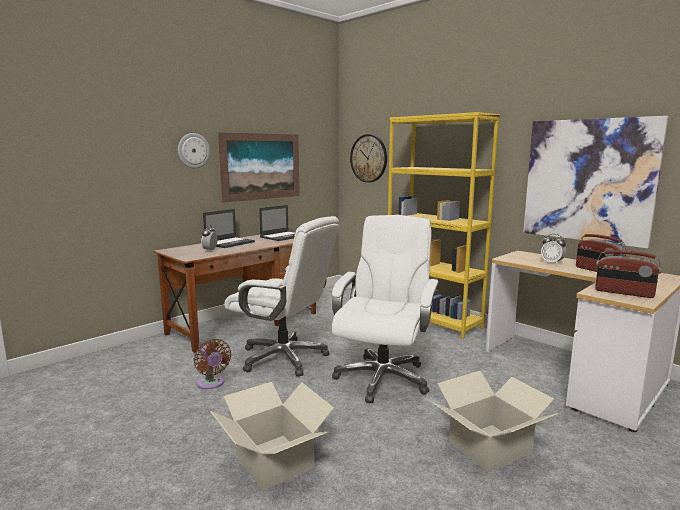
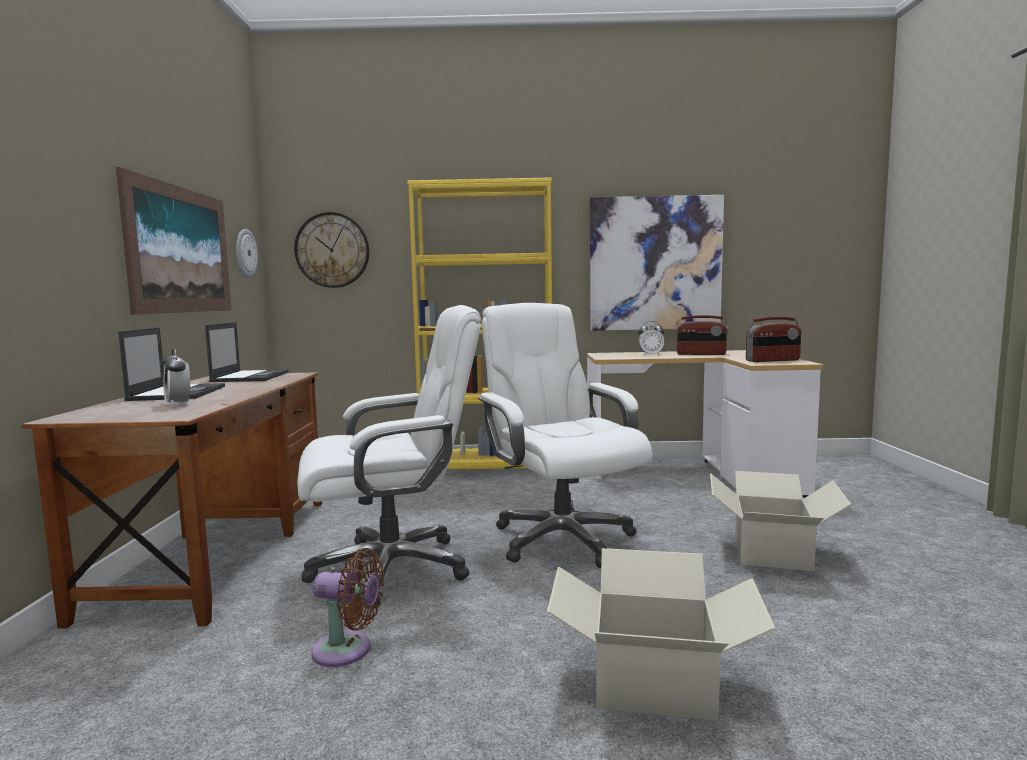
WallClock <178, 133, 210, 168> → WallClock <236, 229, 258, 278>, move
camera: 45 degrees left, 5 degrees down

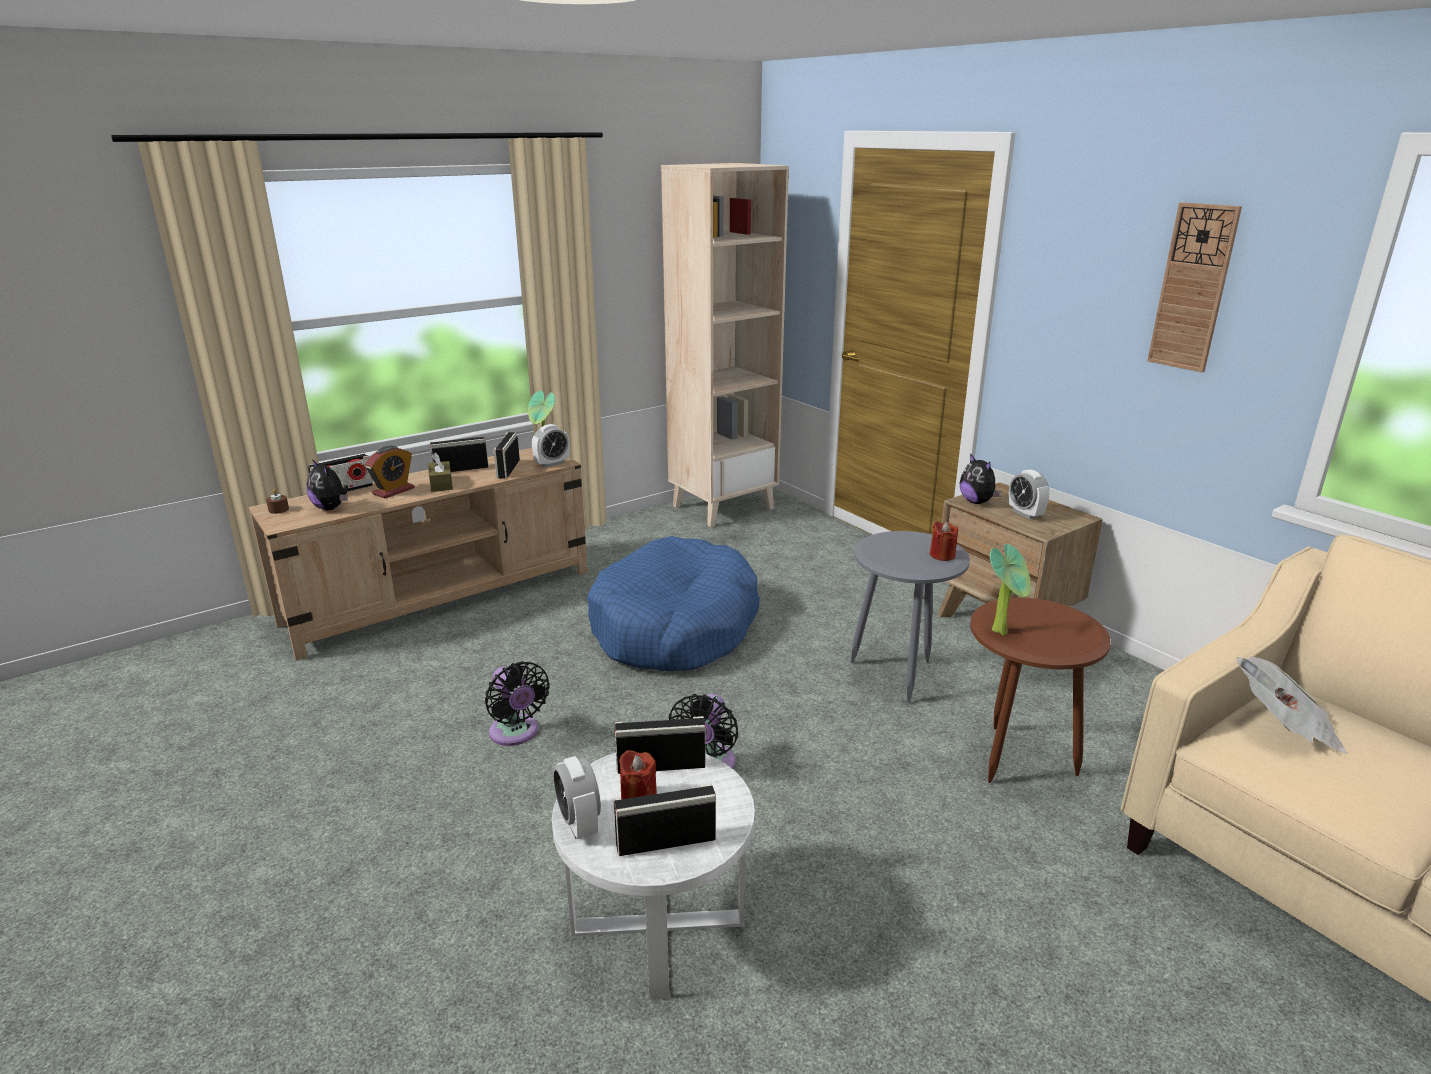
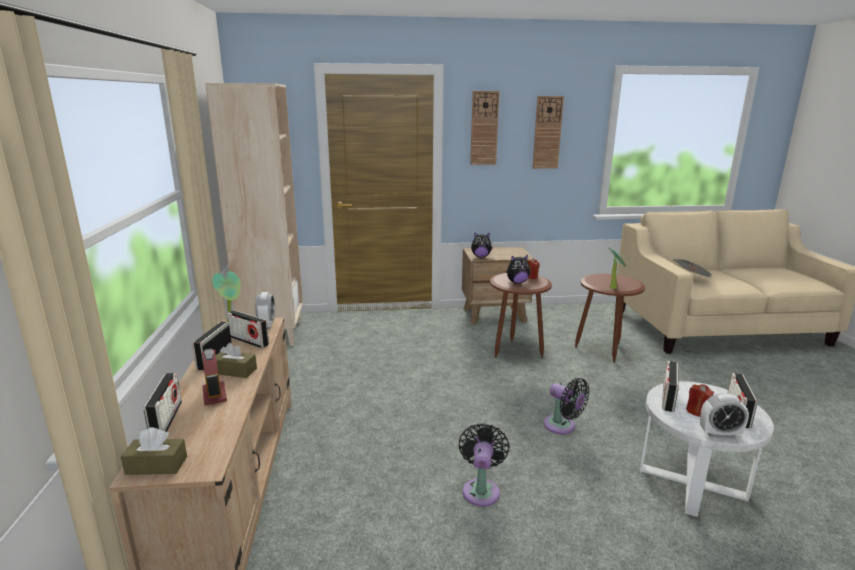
BrownCandle <266, 489, 289, 514> → BrownTissueBox <121, 427, 187, 475>
PlushToy <307, 459, 348, 510> → PlushToy <506, 255, 530, 284>, move
BlackFan <485, 661, 550, 746> → BlackFan <459, 423, 510, 507>, 75 degrees counterclockwise
BlueDogBed <587, 536, 760, 671> → -
GreySideTable <851, 531, 970, 703> → BrownSideTable <490, 273, 552, 358>
AlarmClock <1008, 469, 1049, 519> → -
- → WallClock <470, 91, 500, 165>
camera: 60 degrees left, 5 degrees down

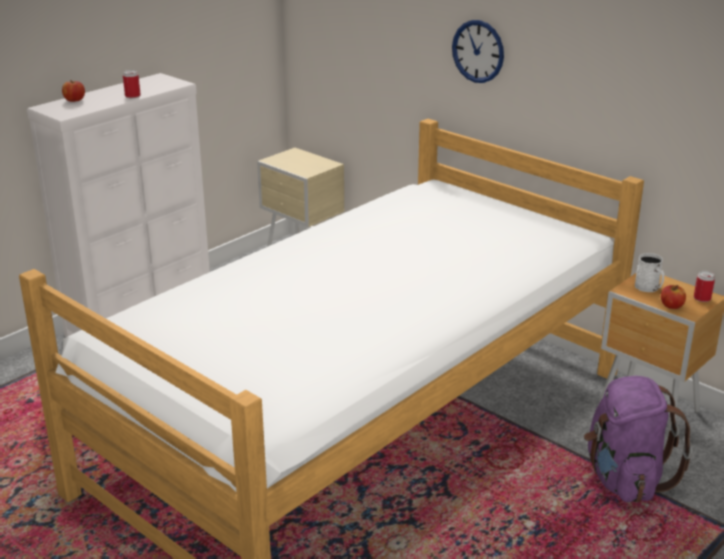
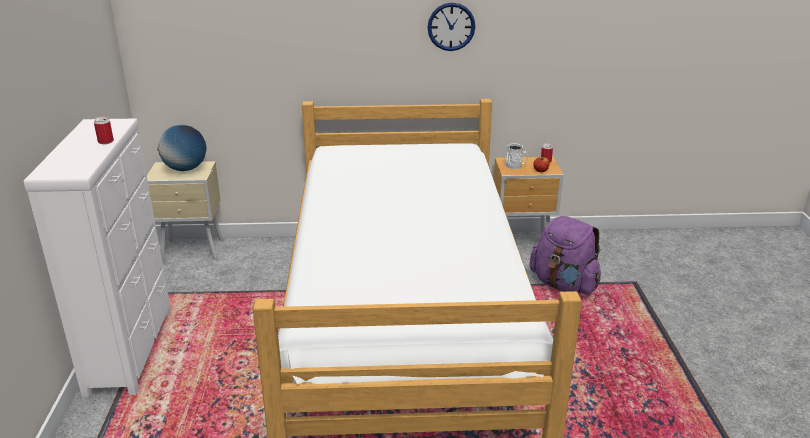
Apple <62, 80, 85, 102> → -
WallClock <452, 20, 504, 83> → WallClock <427, 3, 475, 51>, move
- → Globe <157, 125, 206, 171>
camera: 45 degrees left, 0 degrees up

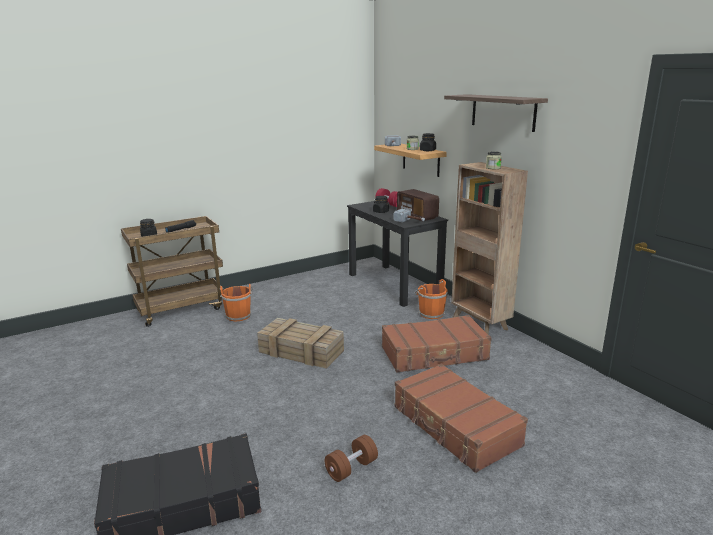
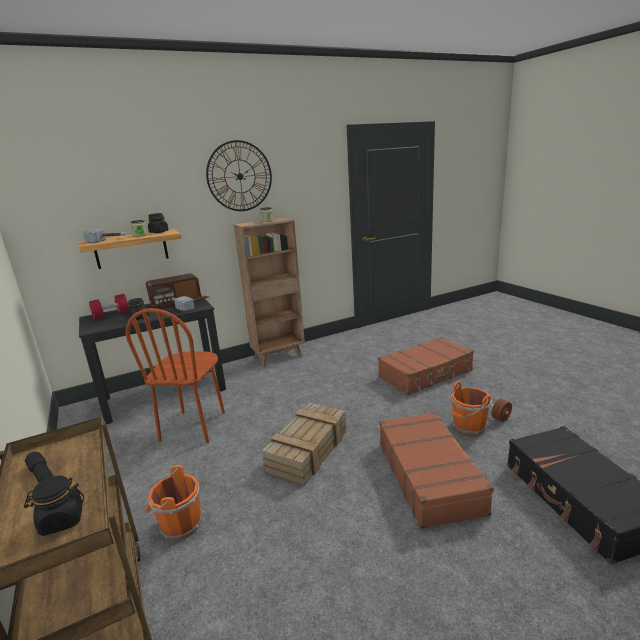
BrownSuitcase <382, 315, 492, 373> → BrownSuitcase <379, 412, 494, 529>, move
OrangeBucket <415, 279, 448, 319> → OrangeBucket <448, 381, 492, 435>, move
Shelf <444, 94, 548, 132> → WallClock <206, 140, 272, 211>
- → BrownChair <126, 308, 225, 443>
camera: 85 degrees left, 0 degrees up

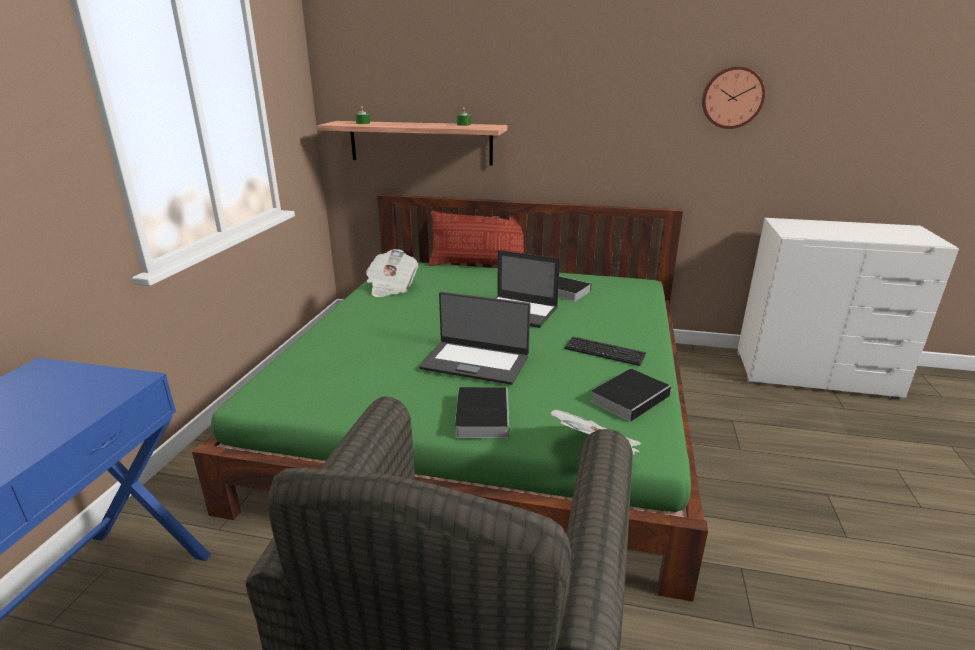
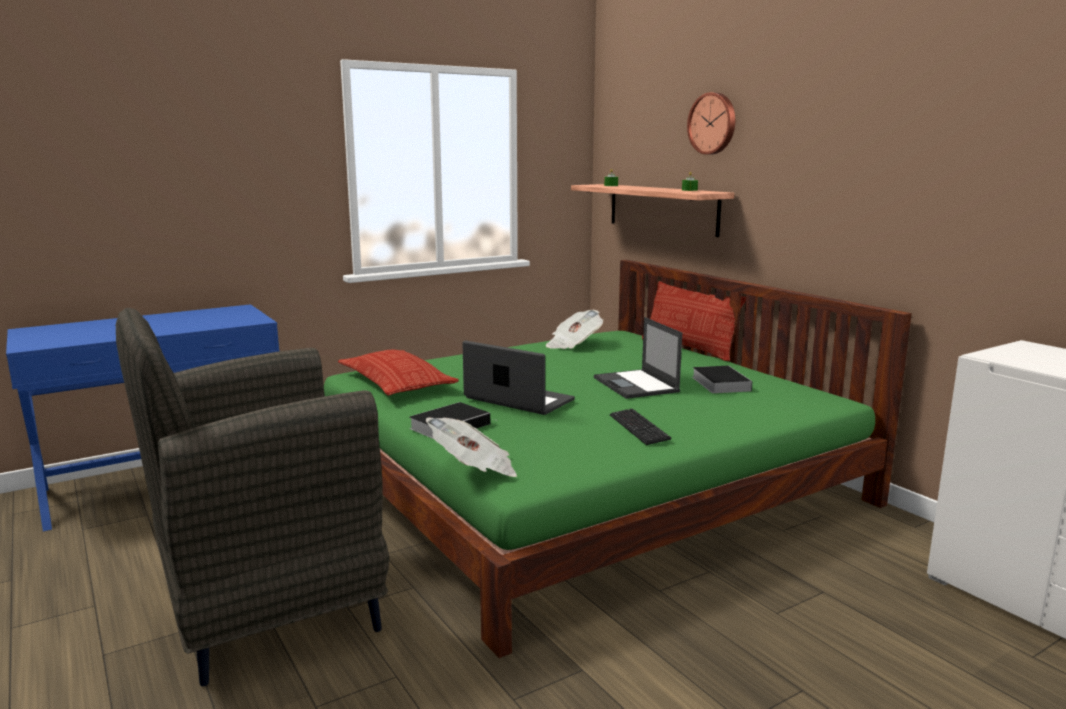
Laptop <419, 292, 531, 385> → Laptop <463, 340, 575, 415>, 150 degrees clockwise
Book <590, 369, 673, 422> → -
WallClock <702, 66, 765, 129> → WallClock <687, 92, 735, 155>, move
- → Pillow <338, 350, 459, 396>
camera: 45 degrees right, 10 degrees down

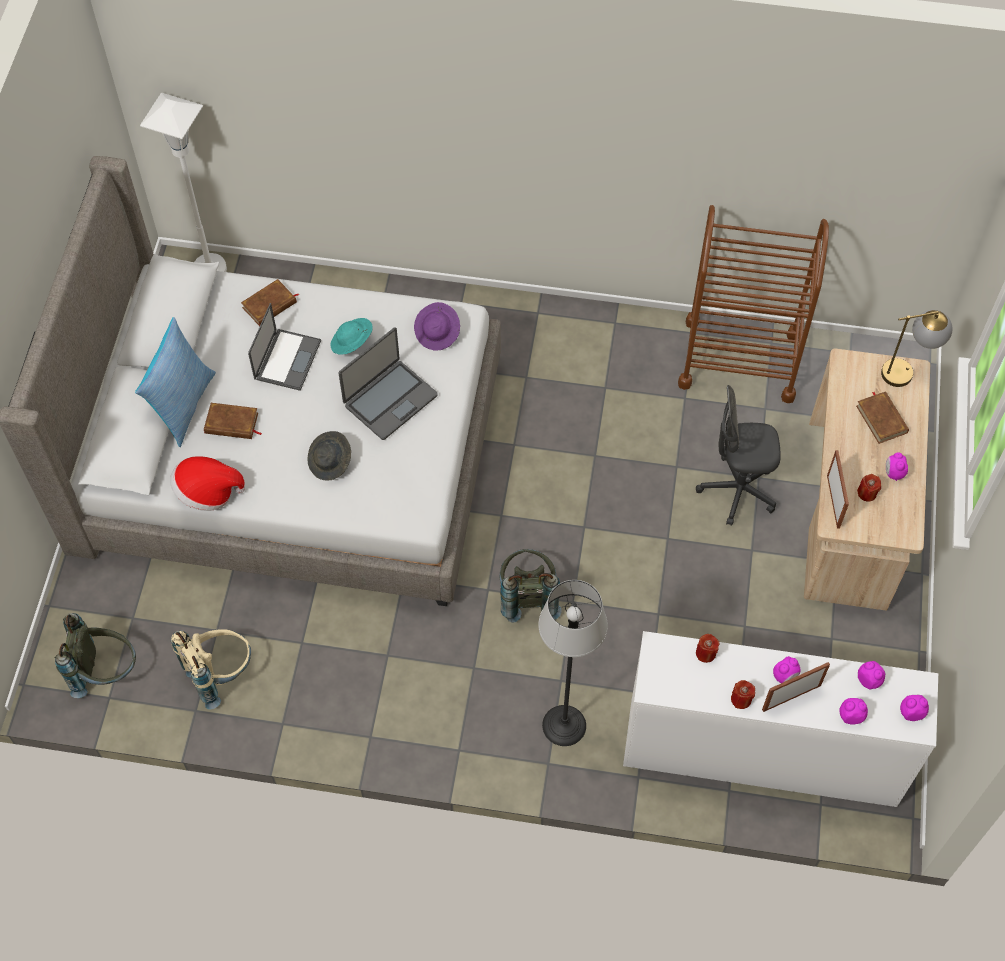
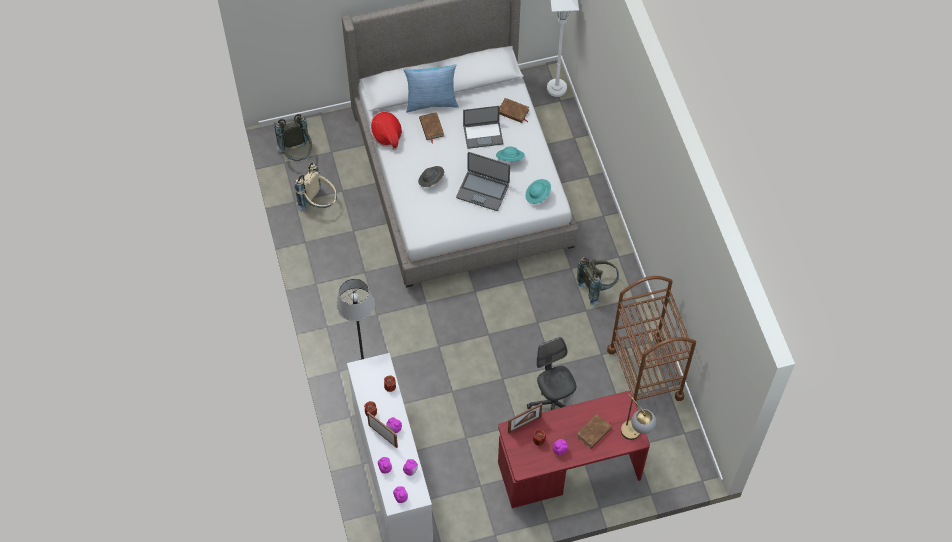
PurpleHat <414, 302, 460, 351> → TurquoiseHat <526, 179, 551, 204>
GreyBackpack <500, 549, 562, 623> → GreyBackpack <577, 257, 619, 305>, move
BeigeDesk <804, 349, 930, 611> → RedDesk <498, 391, 650, 508>
camera: 65 degrees right, 0 degrees up

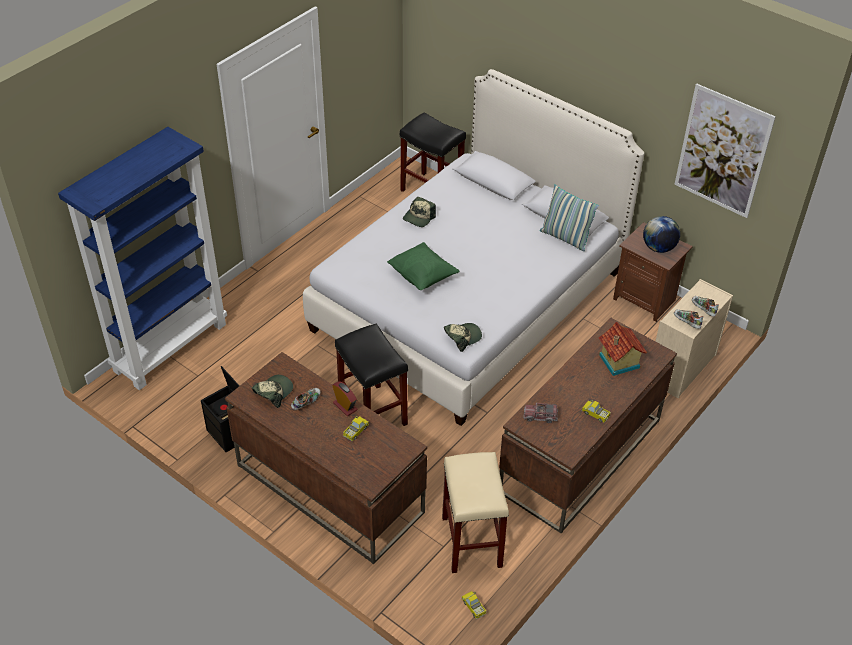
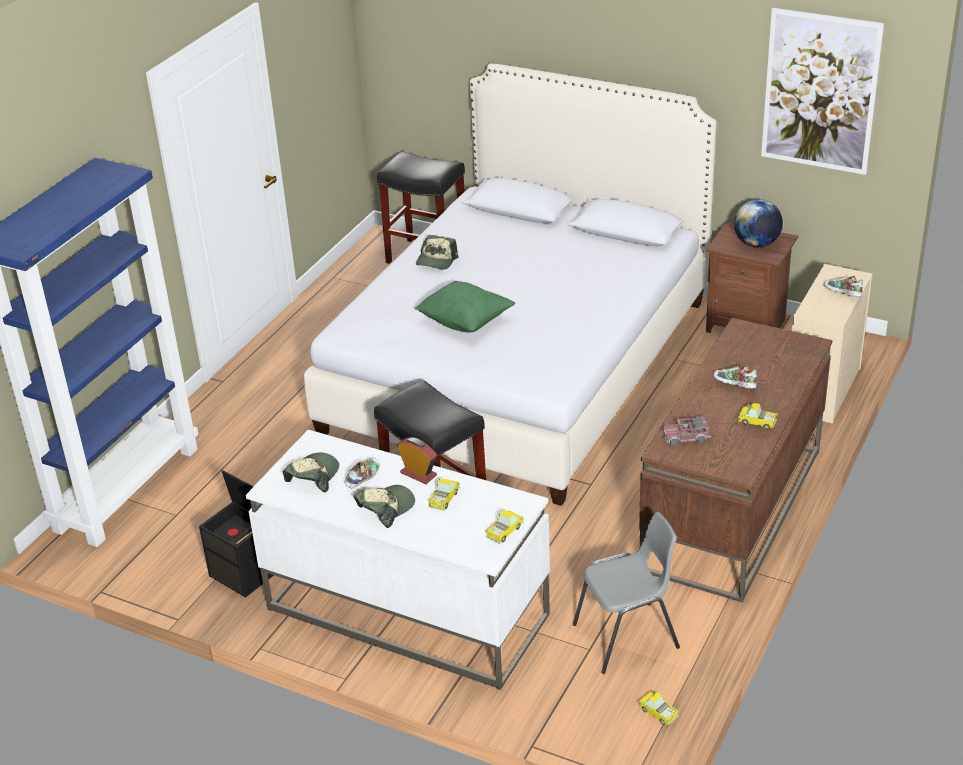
BrownDesk <225, 352, 427, 564> → WhiteDesk <246, 430, 550, 690>
BeigeStool <442, 452, 509, 573> → GreyChair <573, 512, 680, 674>
Cap <444, 323, 482, 352> → Cap <354, 485, 415, 528>, move
Pillow <540, 184, 599, 251> → -
ToyHouse <599, 322, 647, 376> → -
Shoe <674, 309, 703, 329> → Shoe <713, 365, 757, 389>, move
- → ToyTruck <486, 510, 524, 544>
camera: 10 degrees left, 10 degrees down

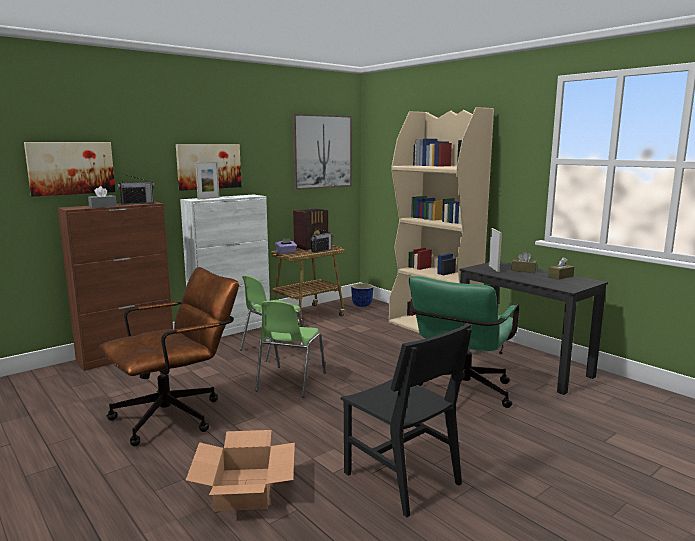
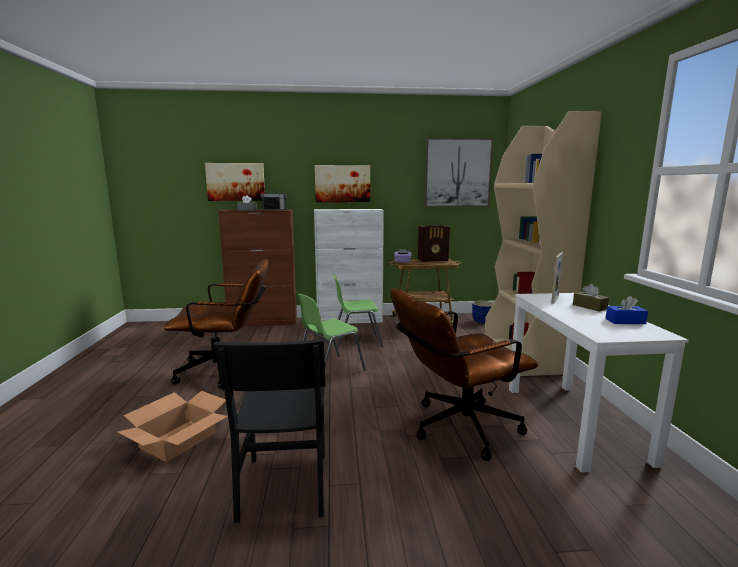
PictureFrame <195, 162, 219, 200> → -
Radio <311, 228, 334, 253> → -
GreenOfficeChair <409, 276, 519, 408> → BrownOfficeChair <390, 288, 538, 461>
BlackDesk <459, 262, 608, 395> → WhiteDesk <509, 293, 689, 473>
BrownTissueBox <548, 257, 574, 280> → BlueTissueBox <606, 296, 648, 324>
camera: 35 degrees right, 0 degrees up

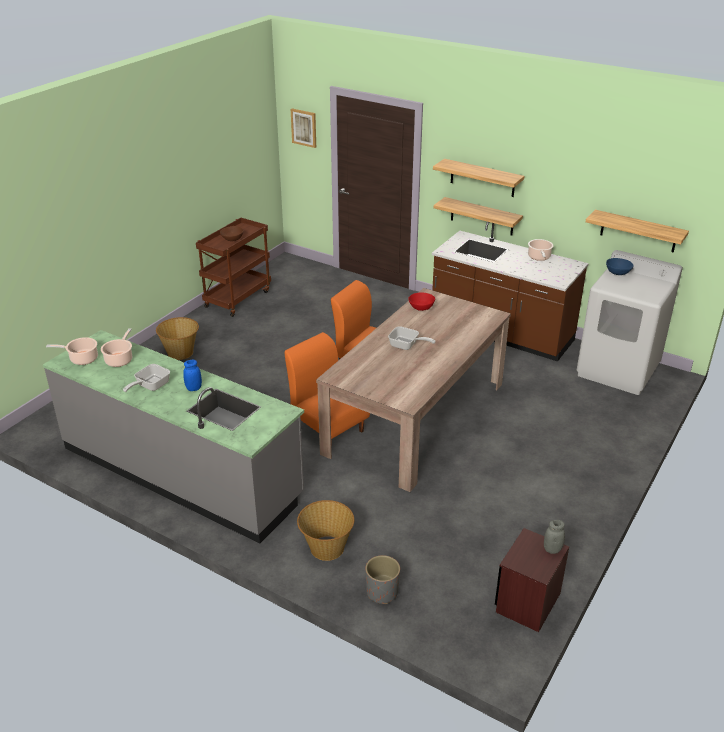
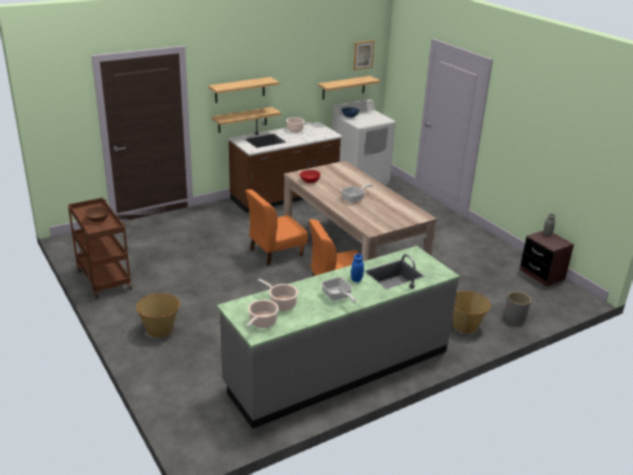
Picture <291, 108, 316, 148> → Picture <353, 40, 374, 70>, move
camera: 65 degrees left, 5 degrees down

